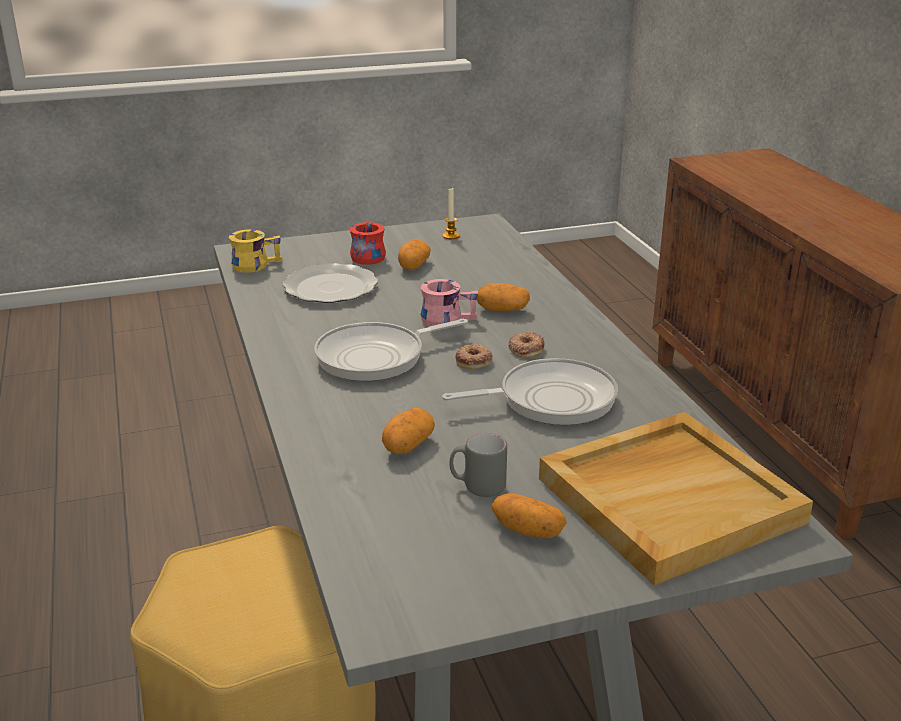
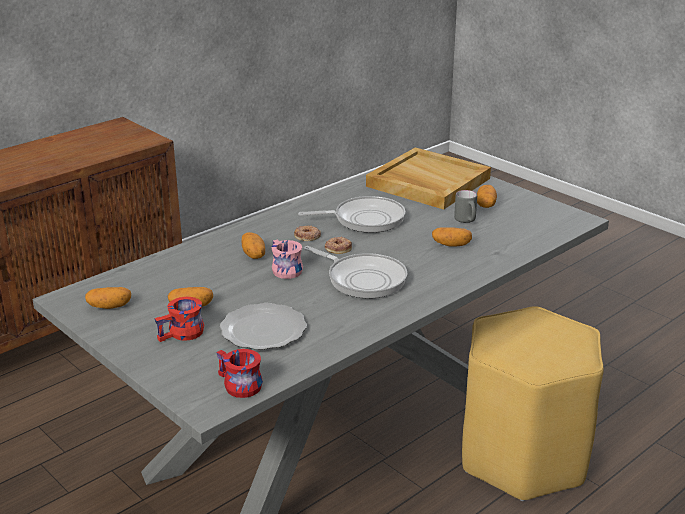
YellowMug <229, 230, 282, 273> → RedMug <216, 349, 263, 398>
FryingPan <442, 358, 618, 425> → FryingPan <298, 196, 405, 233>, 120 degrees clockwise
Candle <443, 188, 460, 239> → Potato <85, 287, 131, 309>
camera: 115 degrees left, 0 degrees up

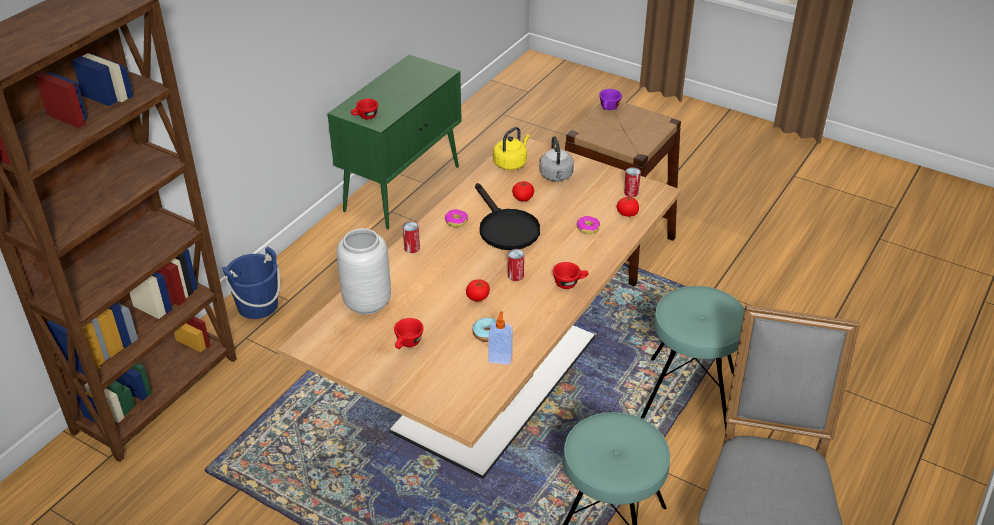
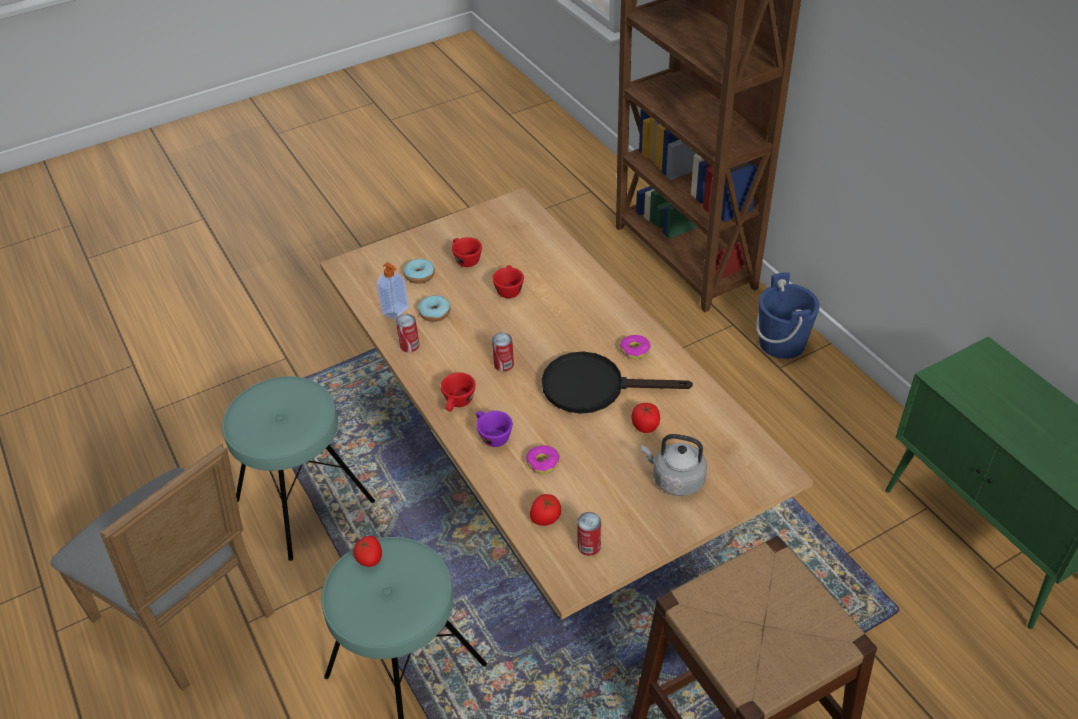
GreyVase <337, 228, 391, 314> → -
RedCup <351, 99, 378, 119> → RedCup <492, 265, 524, 298>, move
Can <403, 222, 420, 253> → Can <396, 314, 420, 353>, move
Tomato <466, 279, 490, 301> → Tomato <353, 536, 382, 567>, move
YellowKettle <493, 127, 530, 170> → -
PurpleCup <599, 89, 622, 110> → PurpleCup <476, 411, 513, 447>, move
- → Donut <404, 259, 435, 284>
camera: 120 degrees right, 5 degrees up

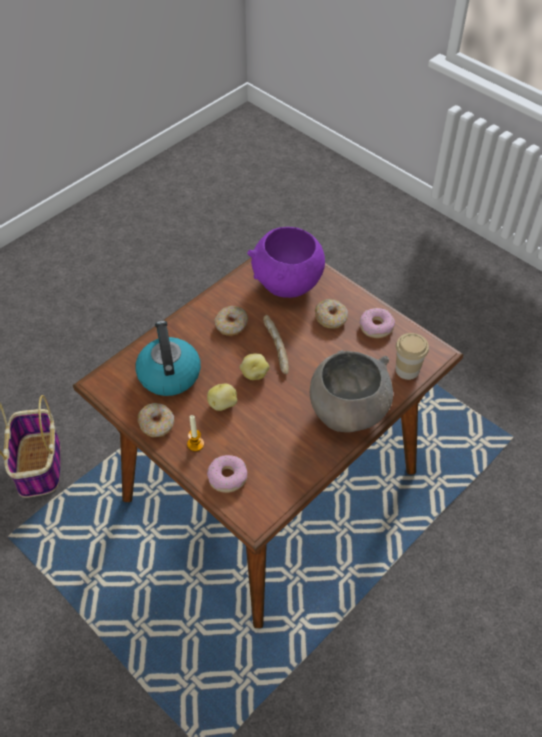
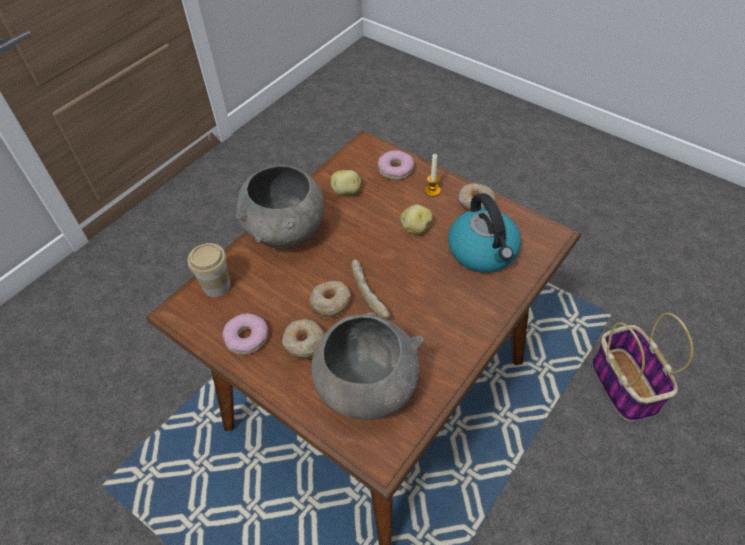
Donut <214, 306, 248, 336> → Donut <310, 281, 351, 318>, move
Potato <240, 353, 270, 380> → Potato <331, 170, 361, 195>, move
PurpleBowl <247, 227, 325, 298> → GreyBowl <311, 312, 423, 420>
camera: 175 degrees right, 0 degrees up

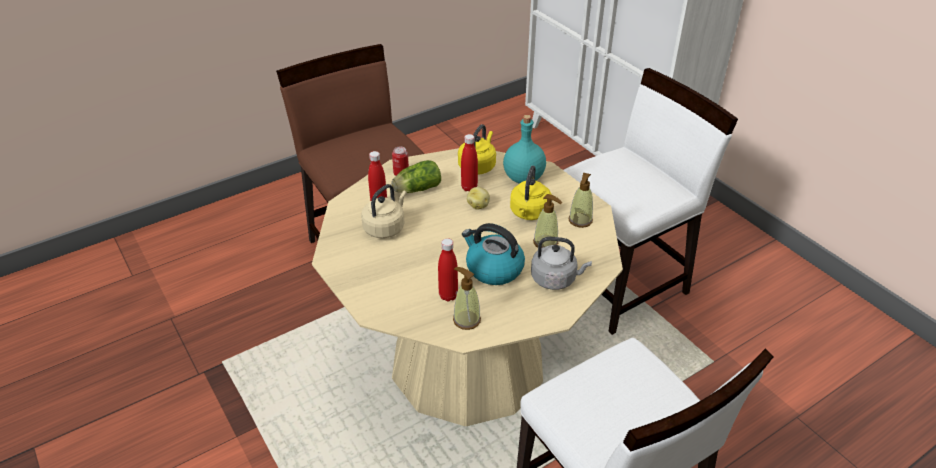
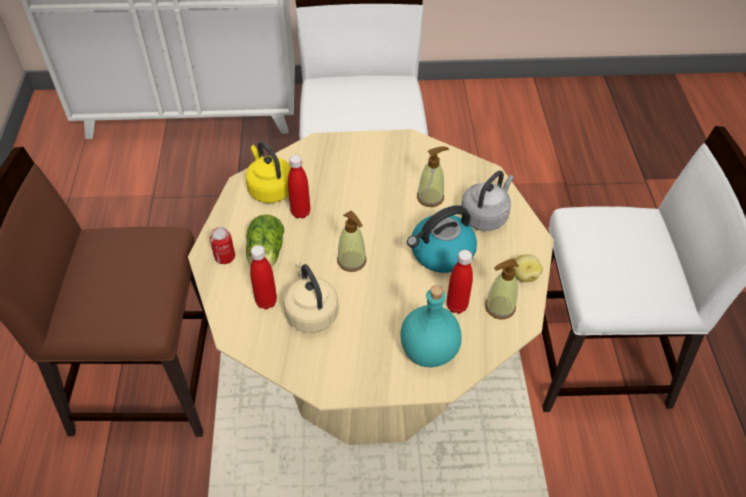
Potato <467, 187, 490, 209> → Potato <513, 254, 543, 282>, move
TurquoiseBottle <503, 115, 546, 184> → TurquoiseBottle <401, 286, 462, 367>, move
YellowKettle <510, 166, 552, 220> → -
SoapDispenser <569, 173, 593, 228> → SoapDispenser <337, 211, 367, 272>, move
camera: 60 degrees left, 10 degrees up

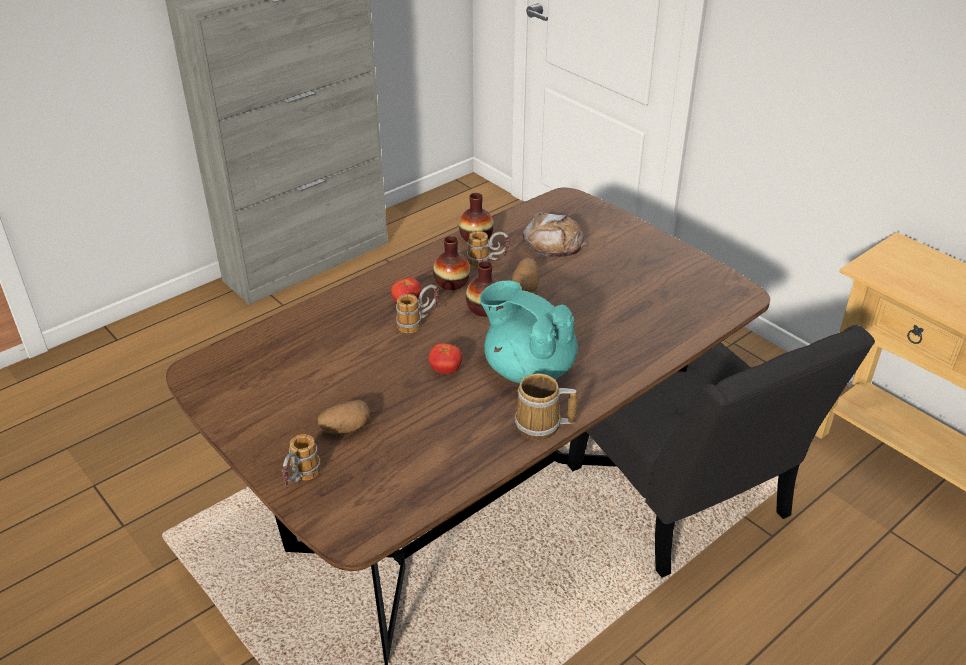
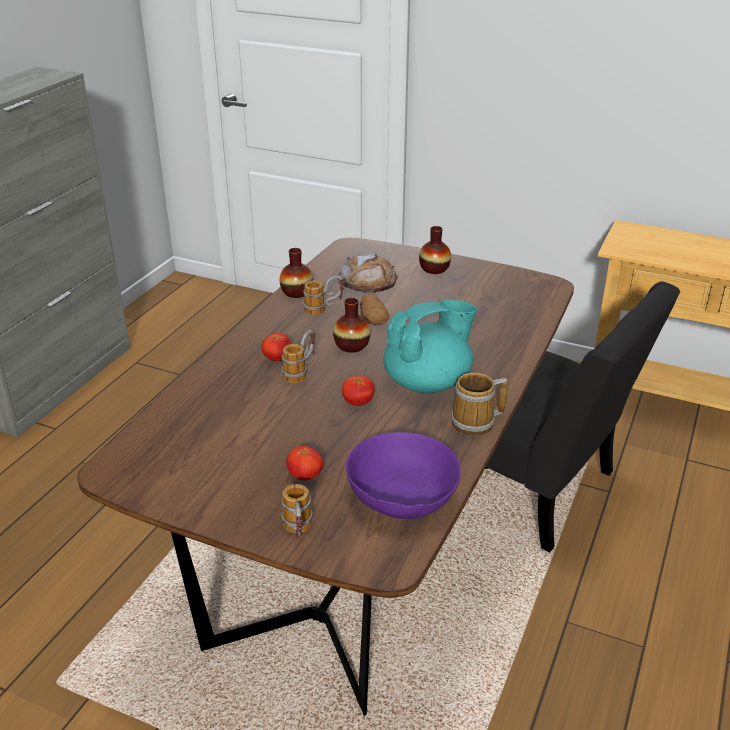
Potato <318, 400, 370, 434> → Tomato <286, 446, 324, 480>
Vase <433, 236, 470, 290> → Vase <419, 226, 451, 274>, move
TurquoiseTeapot <480, 280, 578, 383> → TurquoiseTeapot <383, 300, 477, 393>, 135 degrees clockwise
- → PurpleBowl <346, 432, 461, 519>
camera: 25 degrees left, 5 degrees down

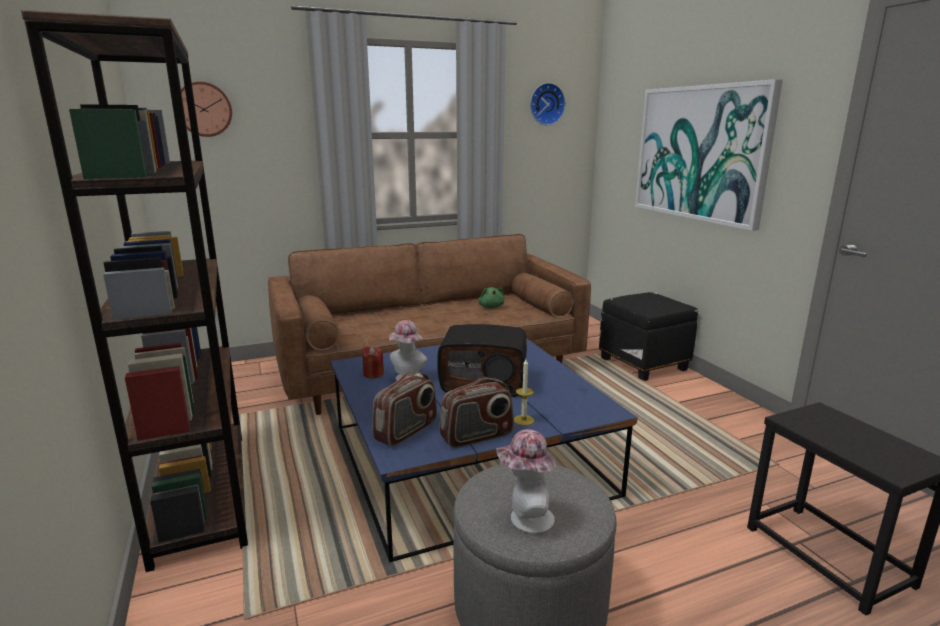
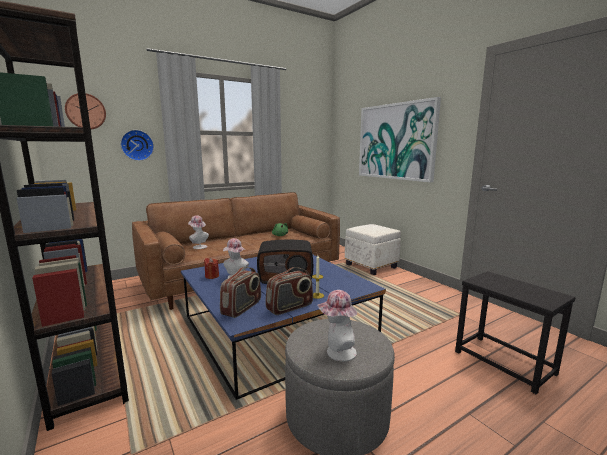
WallClock <530, 83, 565, 125> → WallClock <120, 130, 154, 161>, move
BlackOttoman <599, 292, 698, 381> → WhiteOttoman <345, 224, 401, 275>
- → Hat <188, 215, 209, 249>
camera: 10 degrees left, 5 degrees down

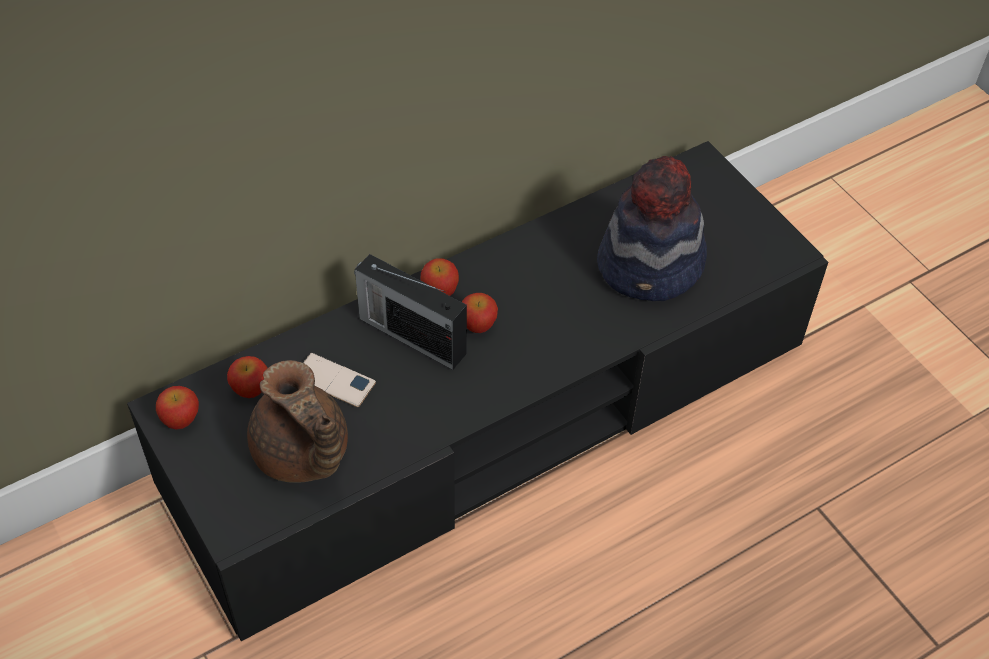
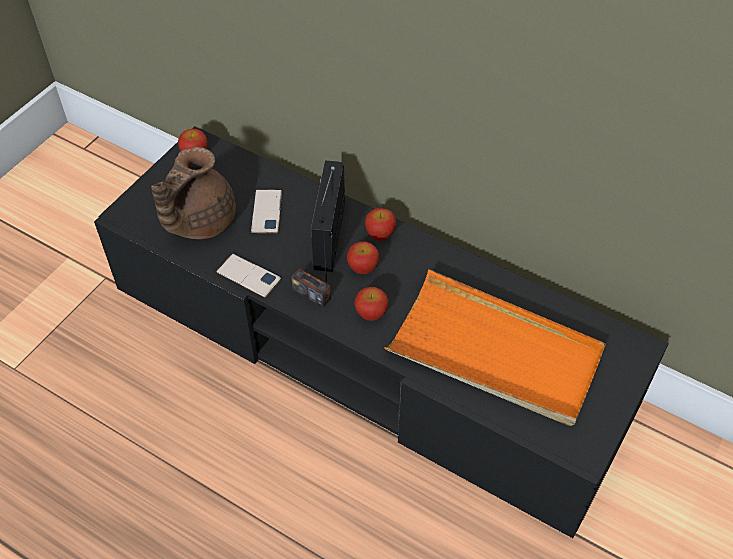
Apple <227, 356, 268, 398> → Apple <355, 287, 388, 321>, move
Hat <597, 156, 707, 301> → OrangeTray <384, 269, 606, 426>
- → Phone <216, 254, 281, 297>
- → Radio <291, 229, 331, 308>
camera: 65 degrees right, 0 degrees up

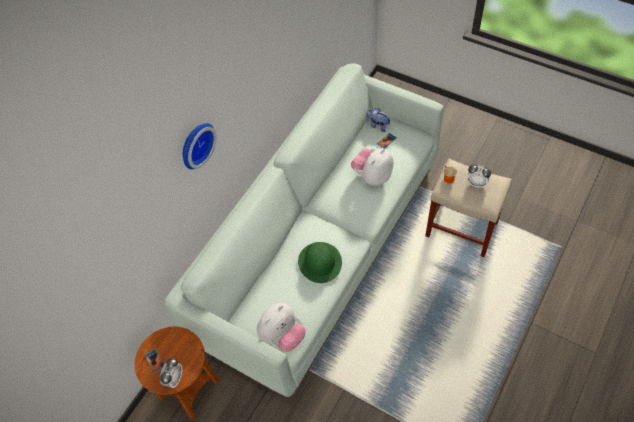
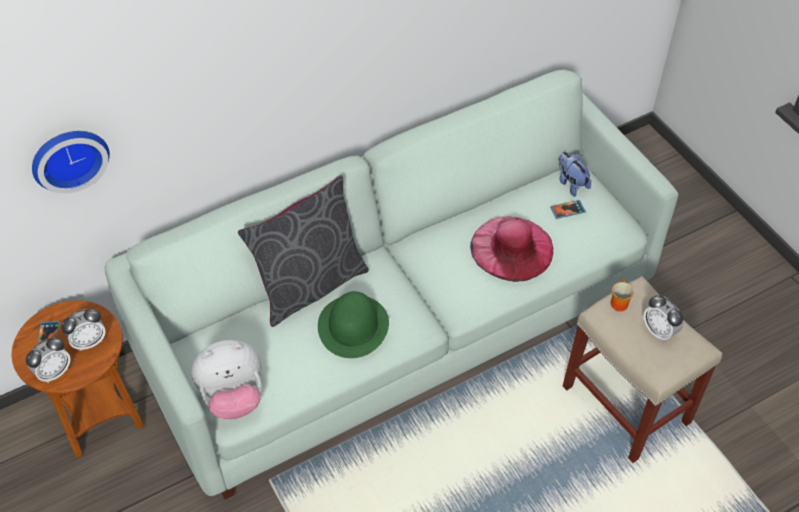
WallClock <183, 123, 217, 169> → WallClock <32, 131, 110, 193>, move
PlushToy <351, 148, 394, 186> → PinkHat <470, 216, 553, 282>
- → AlarmClock <61, 309, 106, 351>
- → GreyPillow <238, 175, 369, 327>
camera: 25 degrees right, 5 degrees down

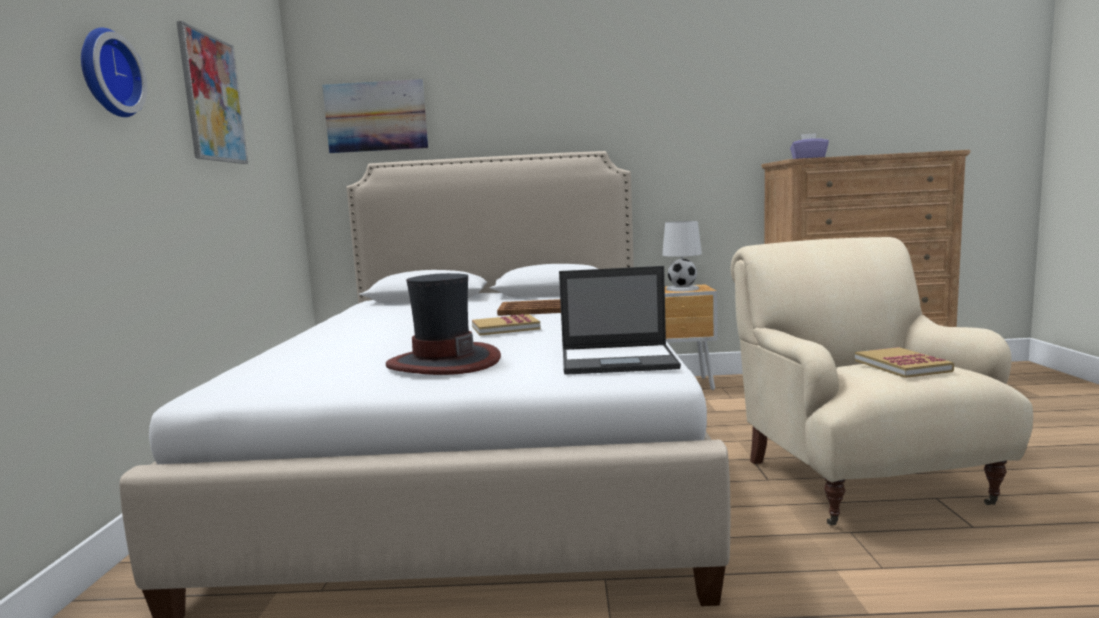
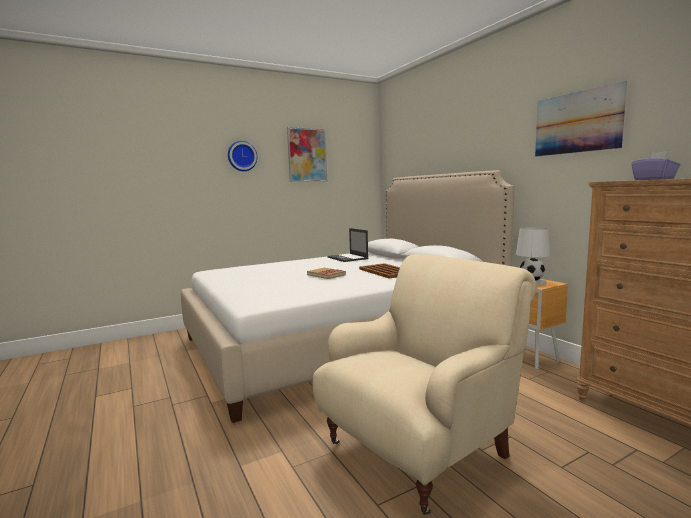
Picture <322, 79, 428, 153> → Picture <535, 81, 627, 157>, move
Hat <386, 273, 501, 375> → -
Laptop <559, 266, 681, 375> → Laptop <328, 228, 369, 262>, move
Book <855, 347, 954, 378> → -
camera: 60 degrees right, 0 degrees up

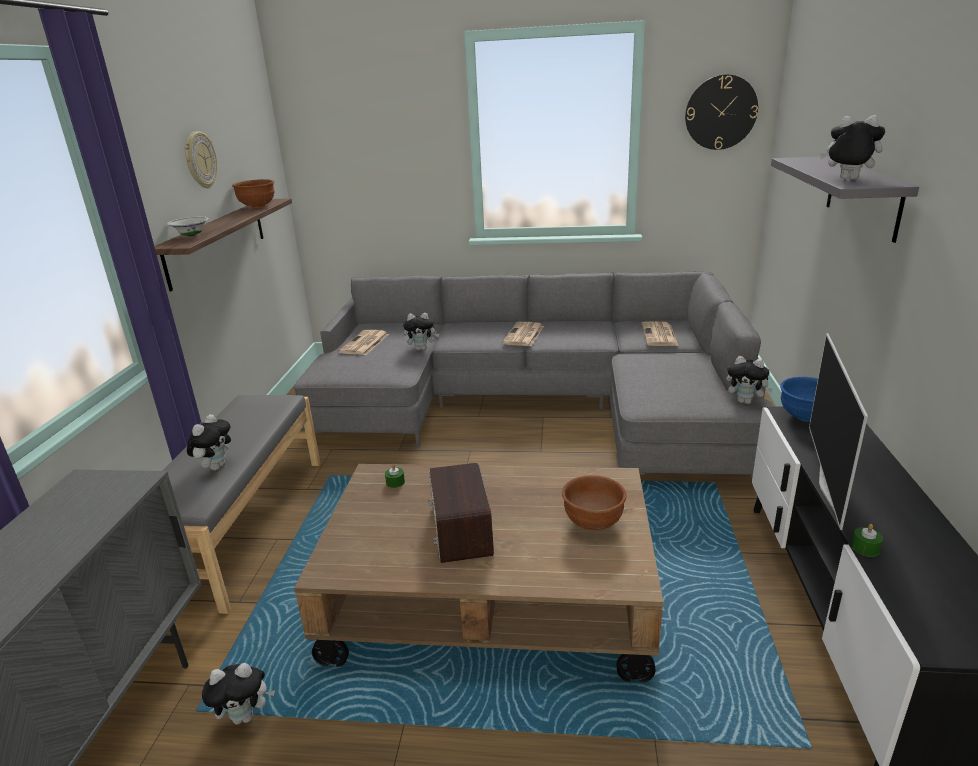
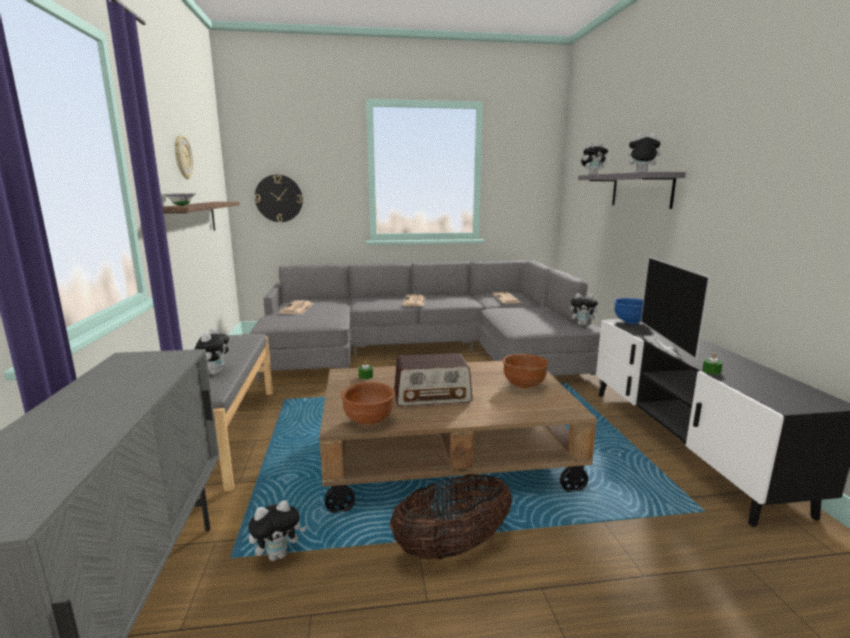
BrownBowl <232, 179, 274, 208> → BrownBowl <341, 382, 395, 425>, move
PlushToy <403, 313, 439, 351> → PlushToy <581, 142, 608, 175>, move
Radio <428, 463, 494, 563> → Radio <394, 353, 472, 406>, 75 degrees counterclockwise
WallClock <685, 75, 758, 150> → WallClock <255, 175, 303, 222>, move
- → Basket <390, 474, 512, 559>
camera: 15 degrees left, 10 degrees down

